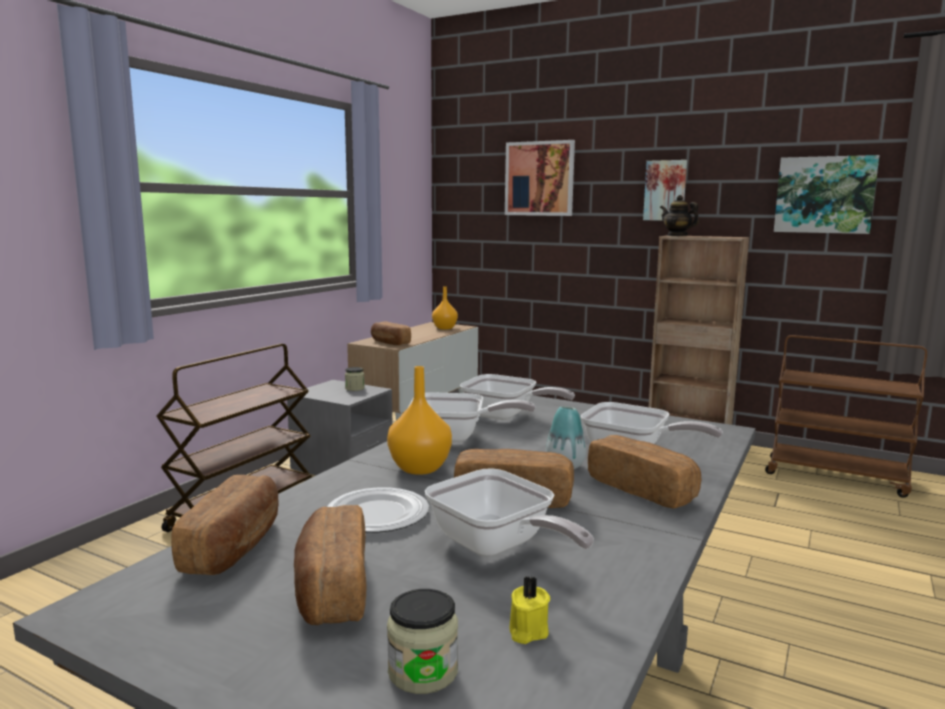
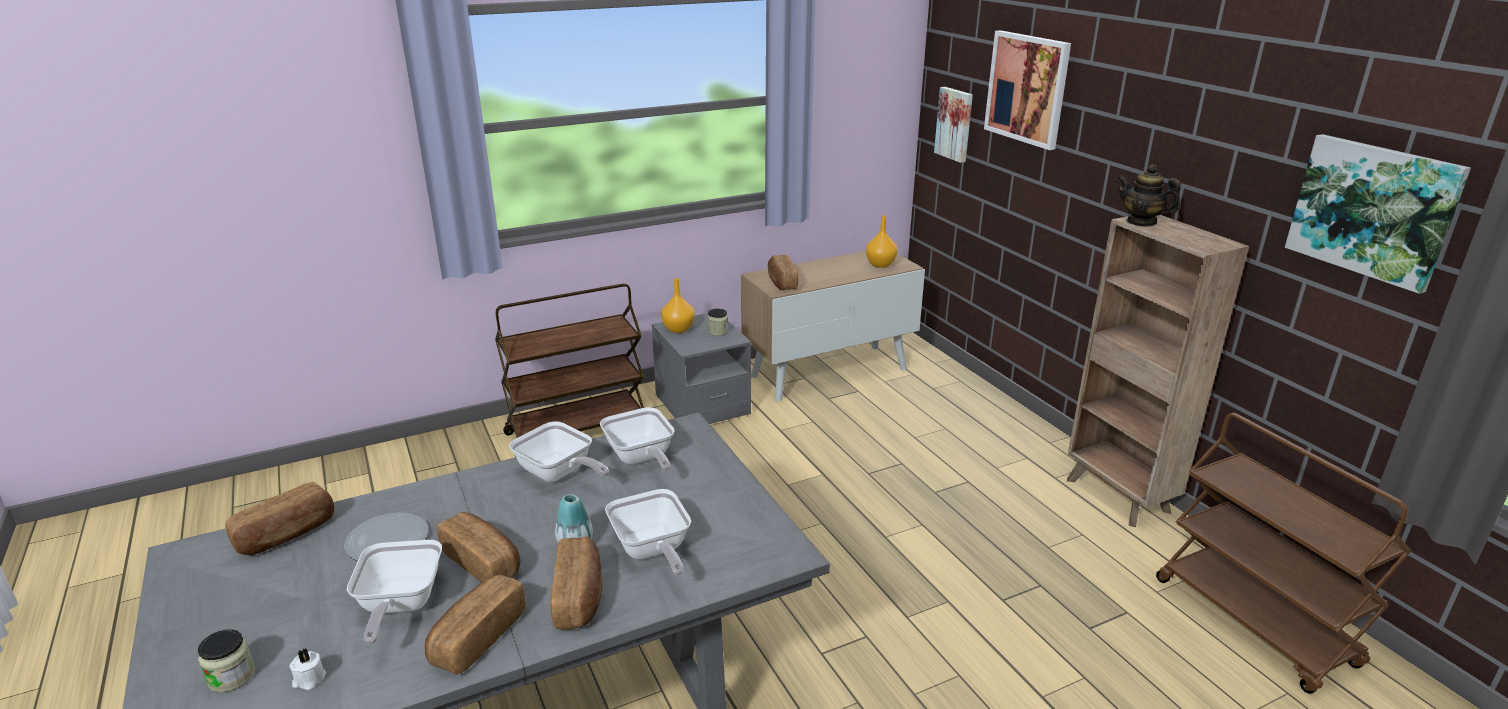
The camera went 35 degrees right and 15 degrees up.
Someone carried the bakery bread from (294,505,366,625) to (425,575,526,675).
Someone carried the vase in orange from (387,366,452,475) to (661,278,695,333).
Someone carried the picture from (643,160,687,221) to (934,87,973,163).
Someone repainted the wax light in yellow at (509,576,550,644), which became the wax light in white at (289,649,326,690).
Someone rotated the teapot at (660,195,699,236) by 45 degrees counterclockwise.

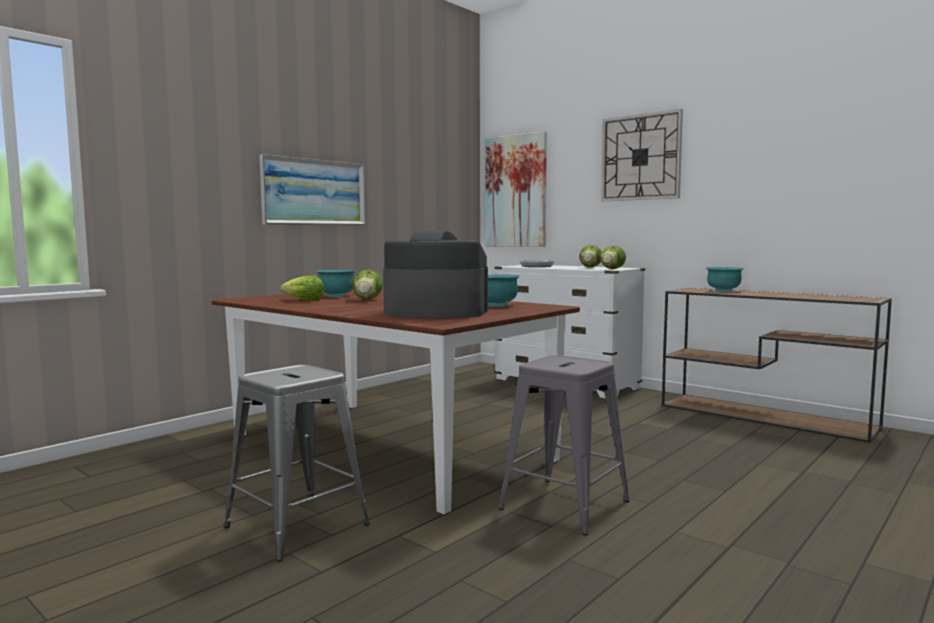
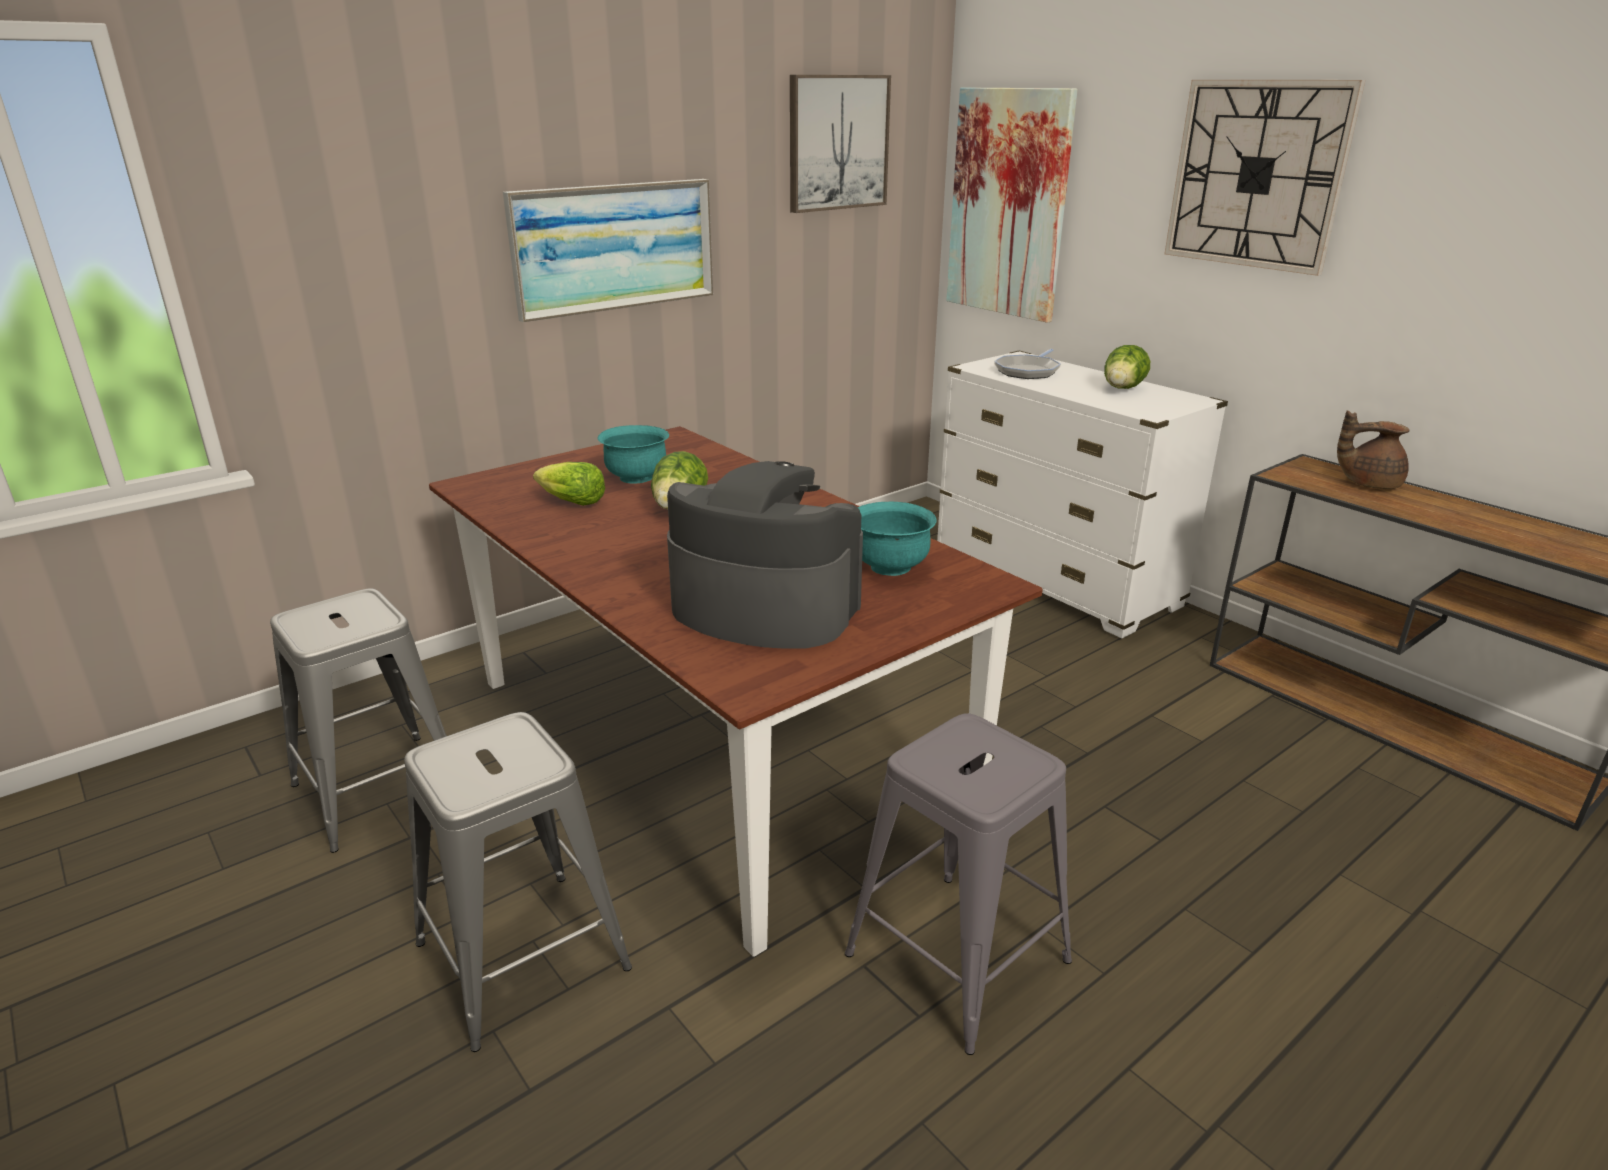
The camera went 10 degrees right and 20 degrees up.
Someone took away the head of lettuce at (600,246,626,269).
Someone put down the stool in greyish at (270,589,446,853).
Someone put up the picture at (790,75,891,213).
Someone swapped the serving bowl in turquoise at (706,267,744,292) for the teapot in brownish at (1337,411,1410,489).

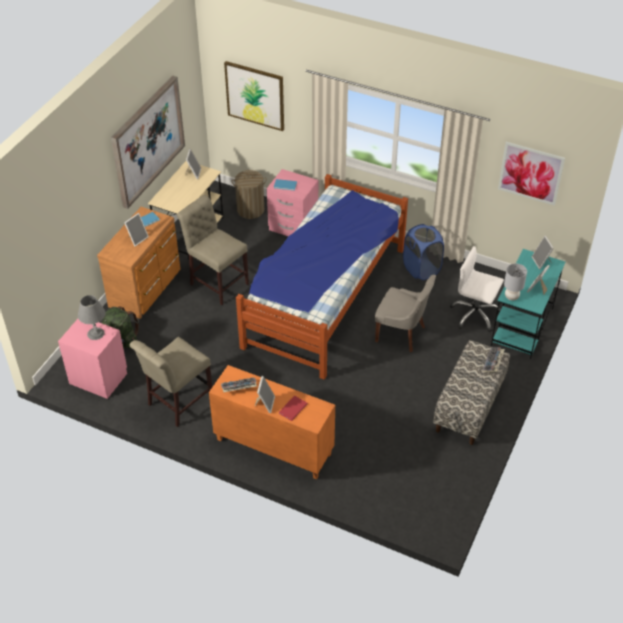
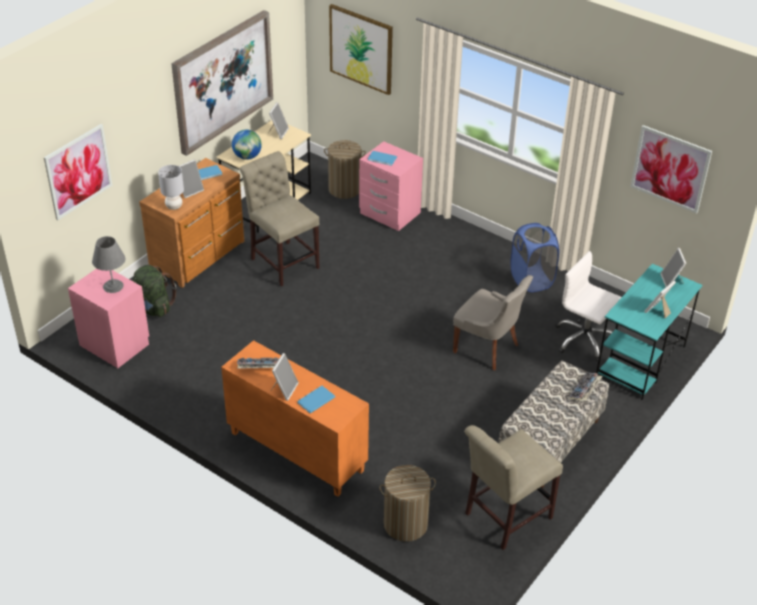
The camera went 10 degrees right and 5 degrees down.
Someone took away the bedroom bed at (236,174,408,380).
Someone put up the picture at (44,124,112,220).
Someone put down the globe at (232,130,262,160).
Someone put down the washing basket at (379,465,436,542).
Someone carried the upright chair in sand-coloured from (130,337,212,427) to (464,425,563,550).
Someone carried the table lamp in greyish from (504,263,527,301) to (158,165,184,210).
Someone repainted the book in red-coloured at (279,396,308,421), which became the book in bluish at (297,386,335,414).

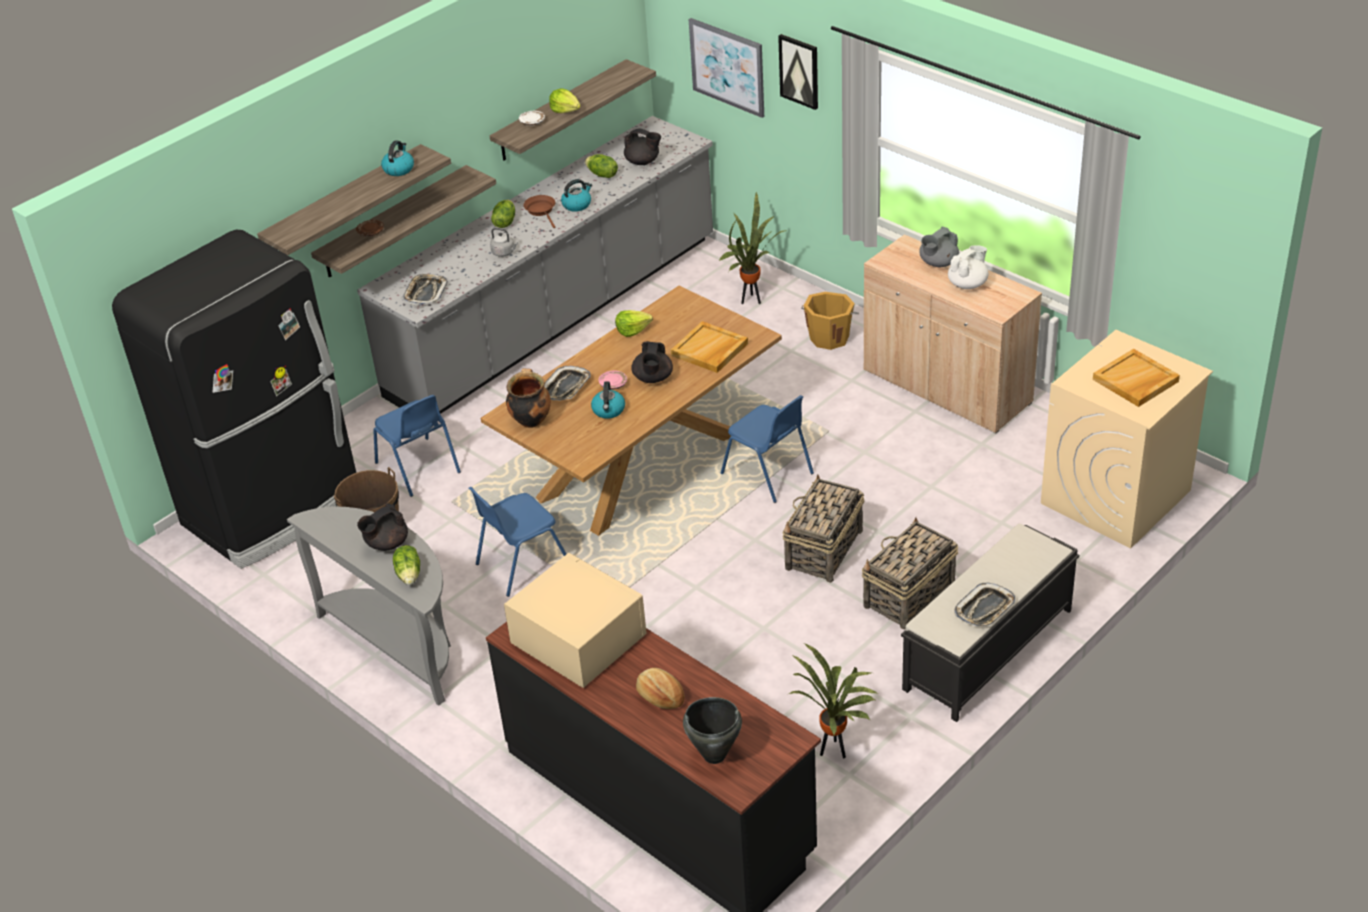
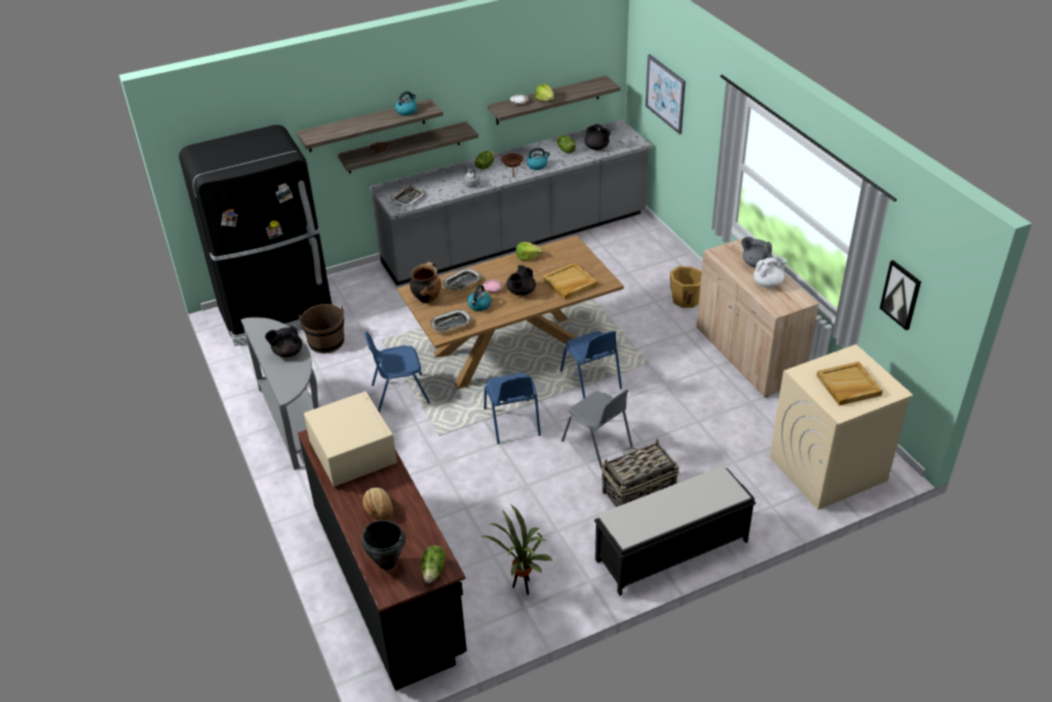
The camera went 20 degrees right and 0 degrees up.
Someone took away the potted plant at (718,192,784,304).
Someone carried the upright chair in bluish from (373,395,461,497) to (484,373,541,444).
Someone carried the head of lettuce from (393,545,420,585) to (421,545,446,583).
Someone carried the picture from (778,34,818,110) to (880,260,921,330).
Someone carried the serving tray from (954,583,1015,626) to (430,309,472,333).
Someone swapped the household basket at (782,474,865,583) for the upright chair in greyish at (561,389,633,468).
Someone rotated the teapot in greyish at (919,227,959,267) by 45 degrees clockwise.

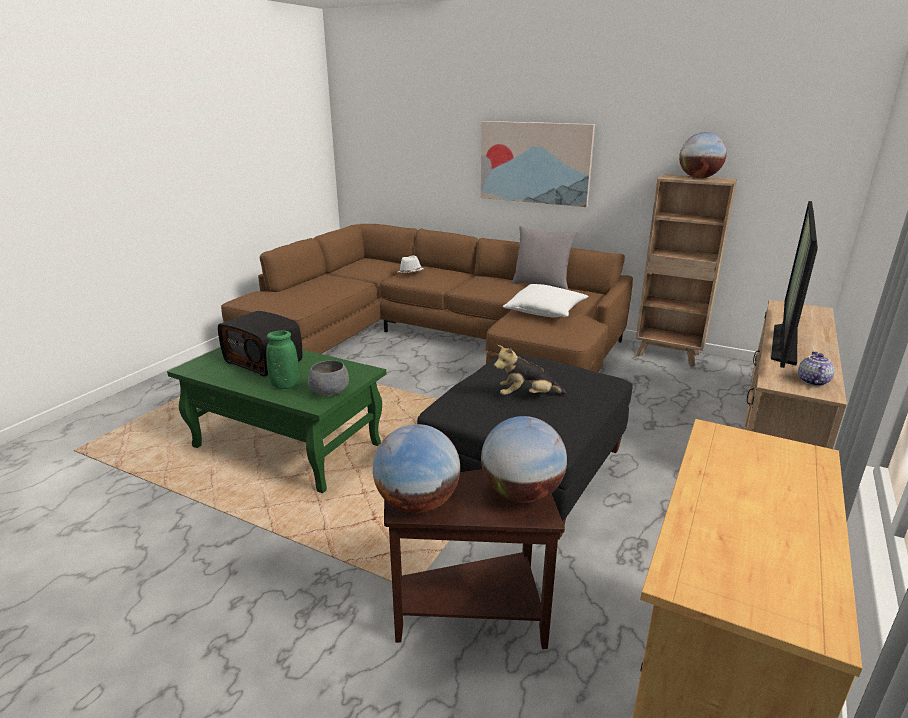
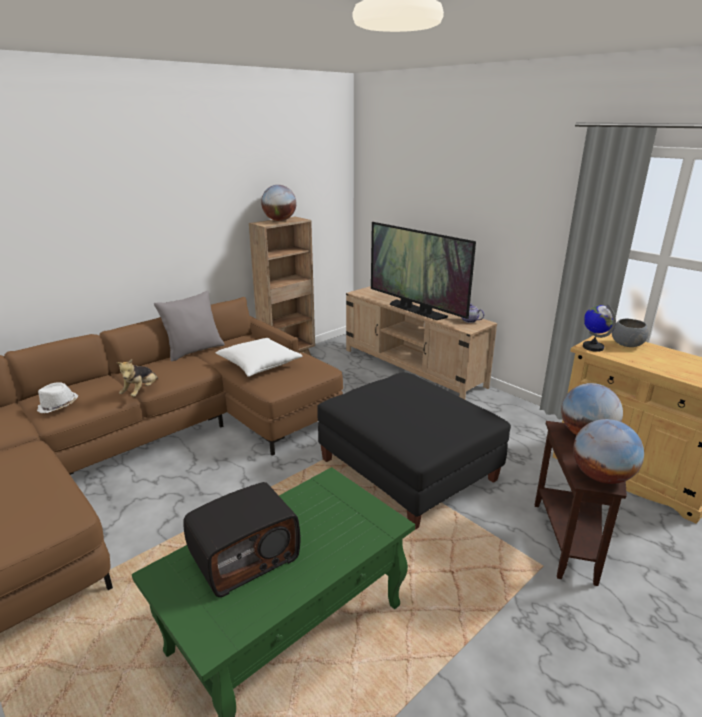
The camera went 70 degrees left and 0 degrees up.
Someone took away the vase in green at (266,331,299,389).
Someone took away the picture at (480,121,595,207).
Someone put down the globe at (583,304,616,352).
Someone carried the serving bowl in greyish from (308,360,349,396) to (612,318,649,347).
Someone carried the cuddly toy from (494,345,566,395) to (117,359,158,397).

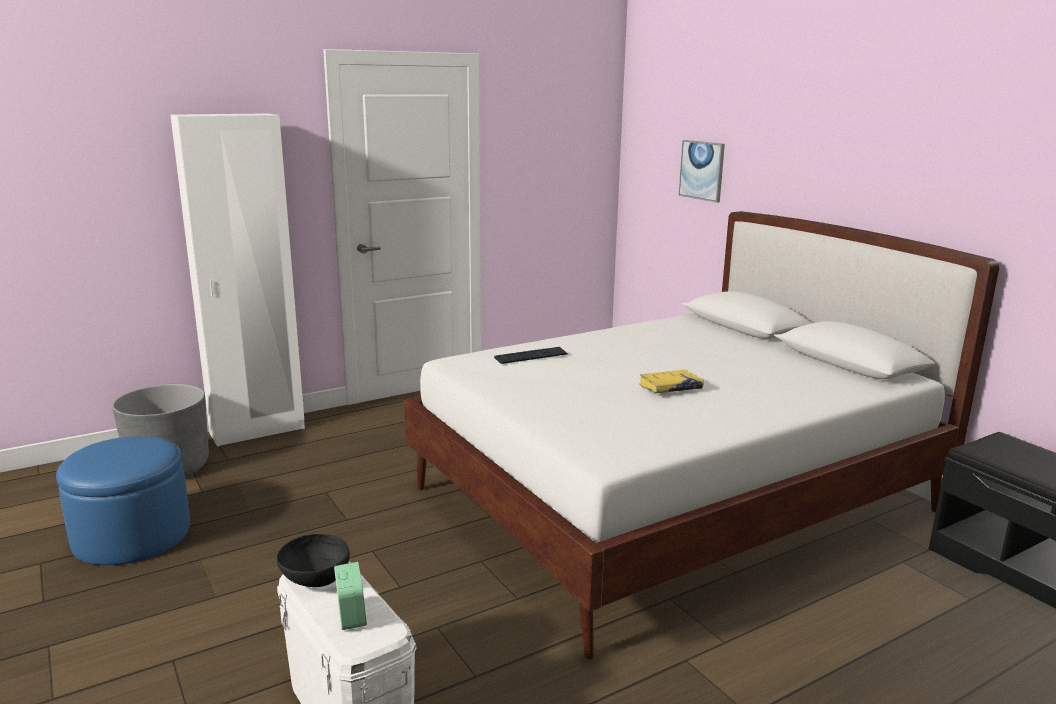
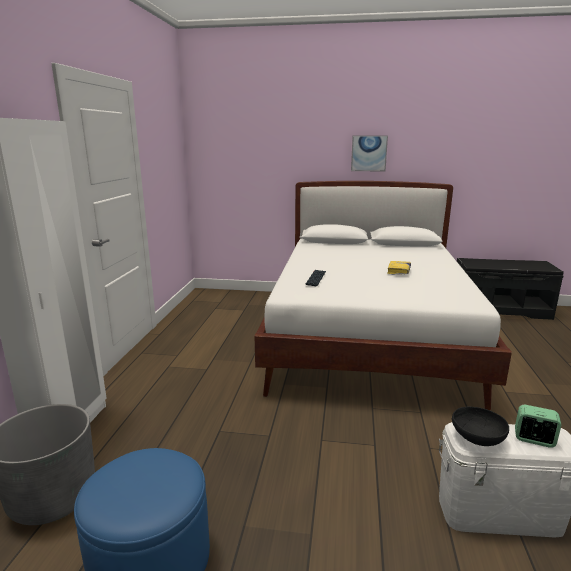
The camera went 50 degrees left and 0 degrees up.
Someone carried the picture from (679,140,725,203) to (351,135,388,172).

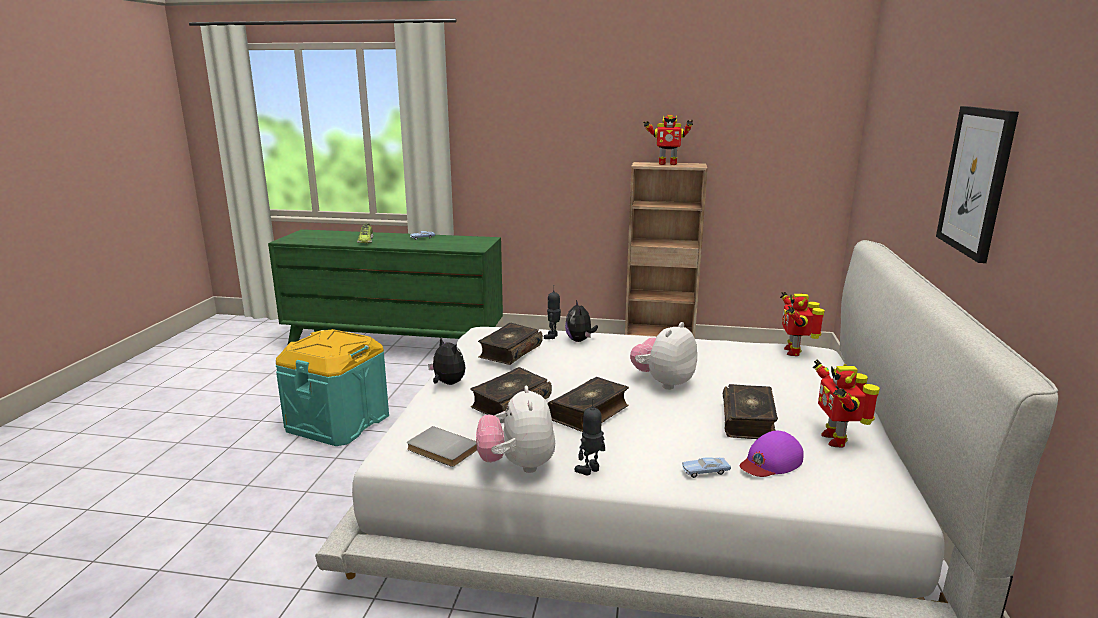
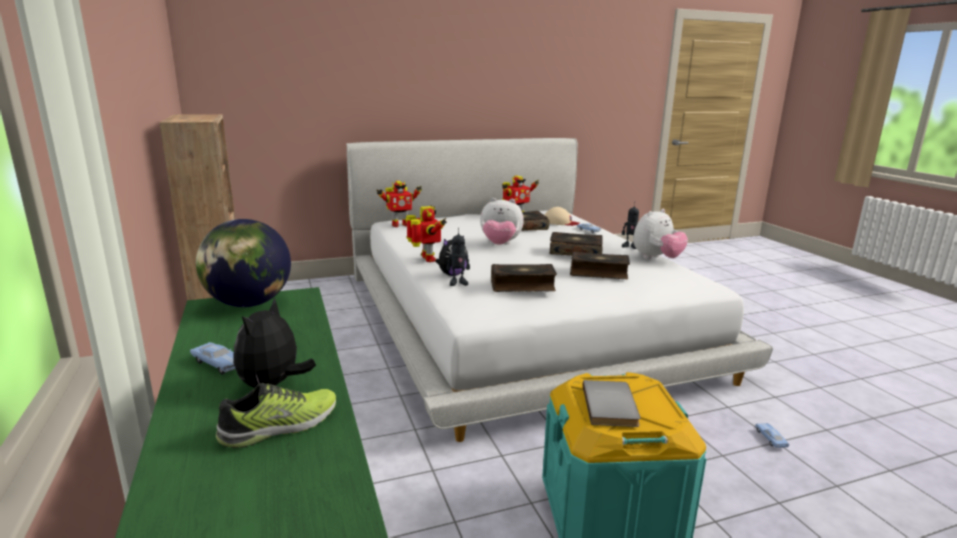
The camera went 120 degrees left and 0 degrees up.
Someone took away the picture at (936,106,1019,263).
Someone put down the globe at (196,219,291,307).
Someone put down the model car in bluish at (755,423,789,448).
Someone carried the book in greyish from (407,426,477,467) to (583,380,640,427).
Someone carried the cuddly toy from (428,338,466,385) to (233,298,316,388).
Someone carried the model robot from (643,115,693,165) to (406,205,447,262).
Someone repainted the baseball cap in purple at (740,431,804,477), which became the baseball cap in sand-coloured at (545,207,580,226).

